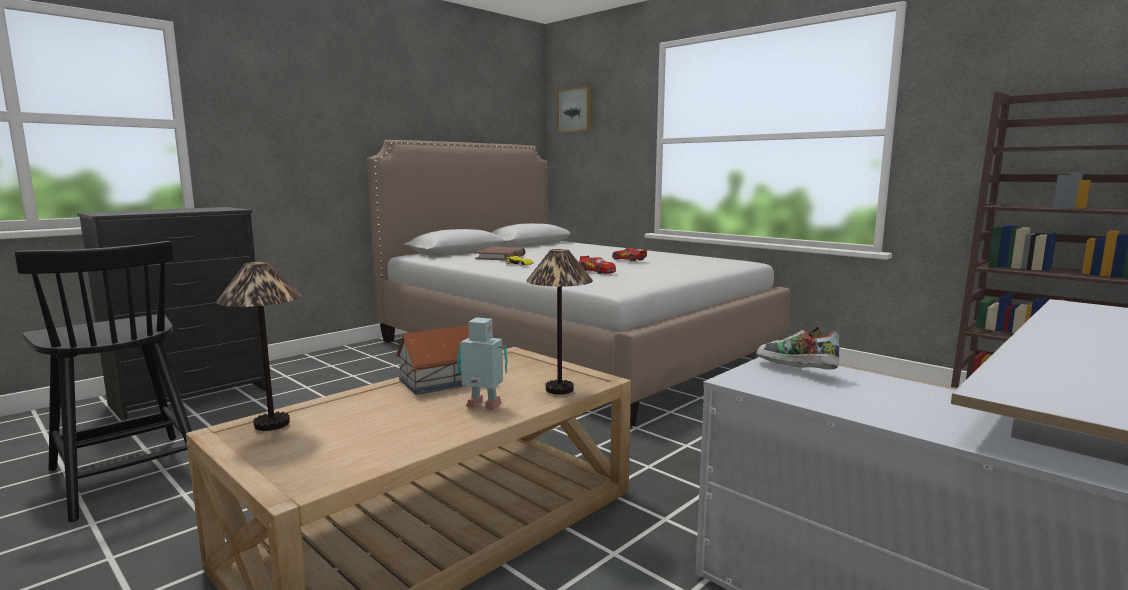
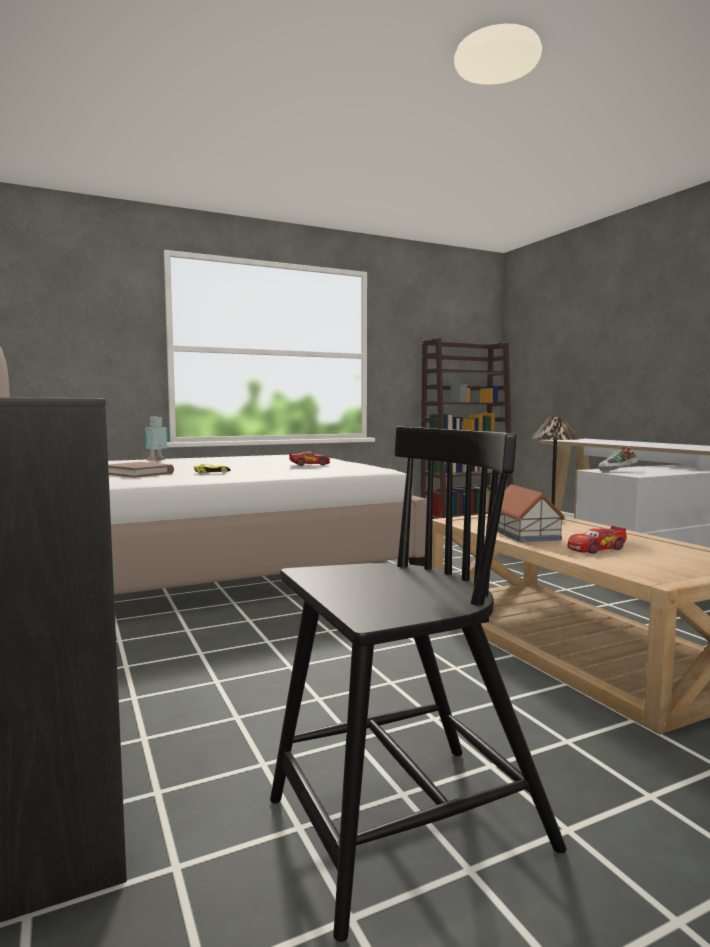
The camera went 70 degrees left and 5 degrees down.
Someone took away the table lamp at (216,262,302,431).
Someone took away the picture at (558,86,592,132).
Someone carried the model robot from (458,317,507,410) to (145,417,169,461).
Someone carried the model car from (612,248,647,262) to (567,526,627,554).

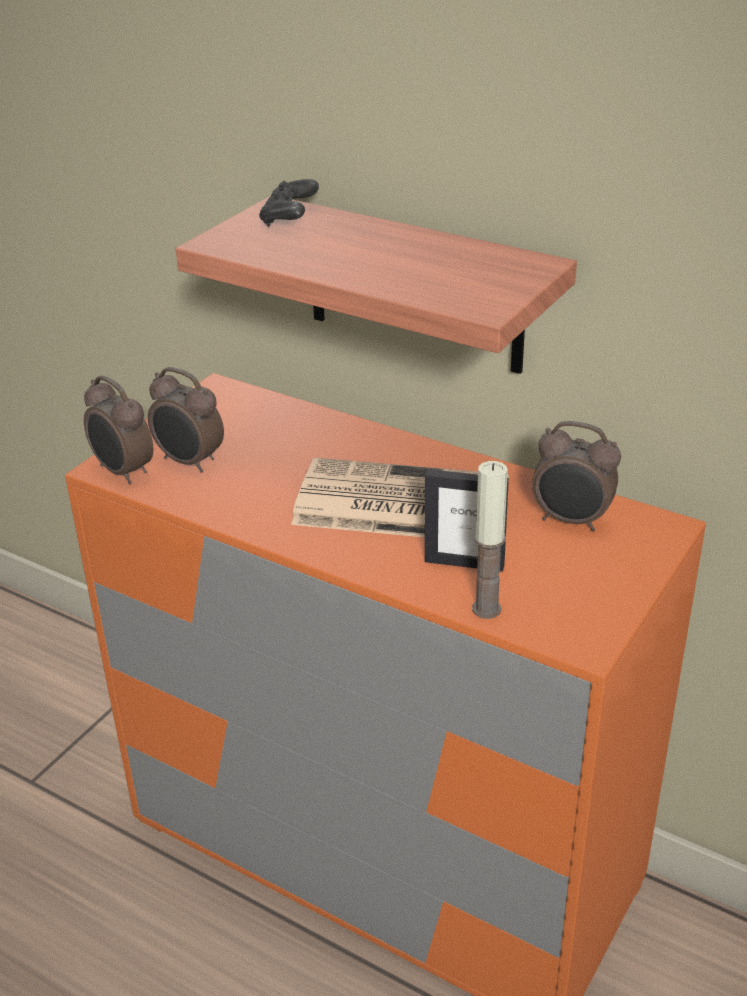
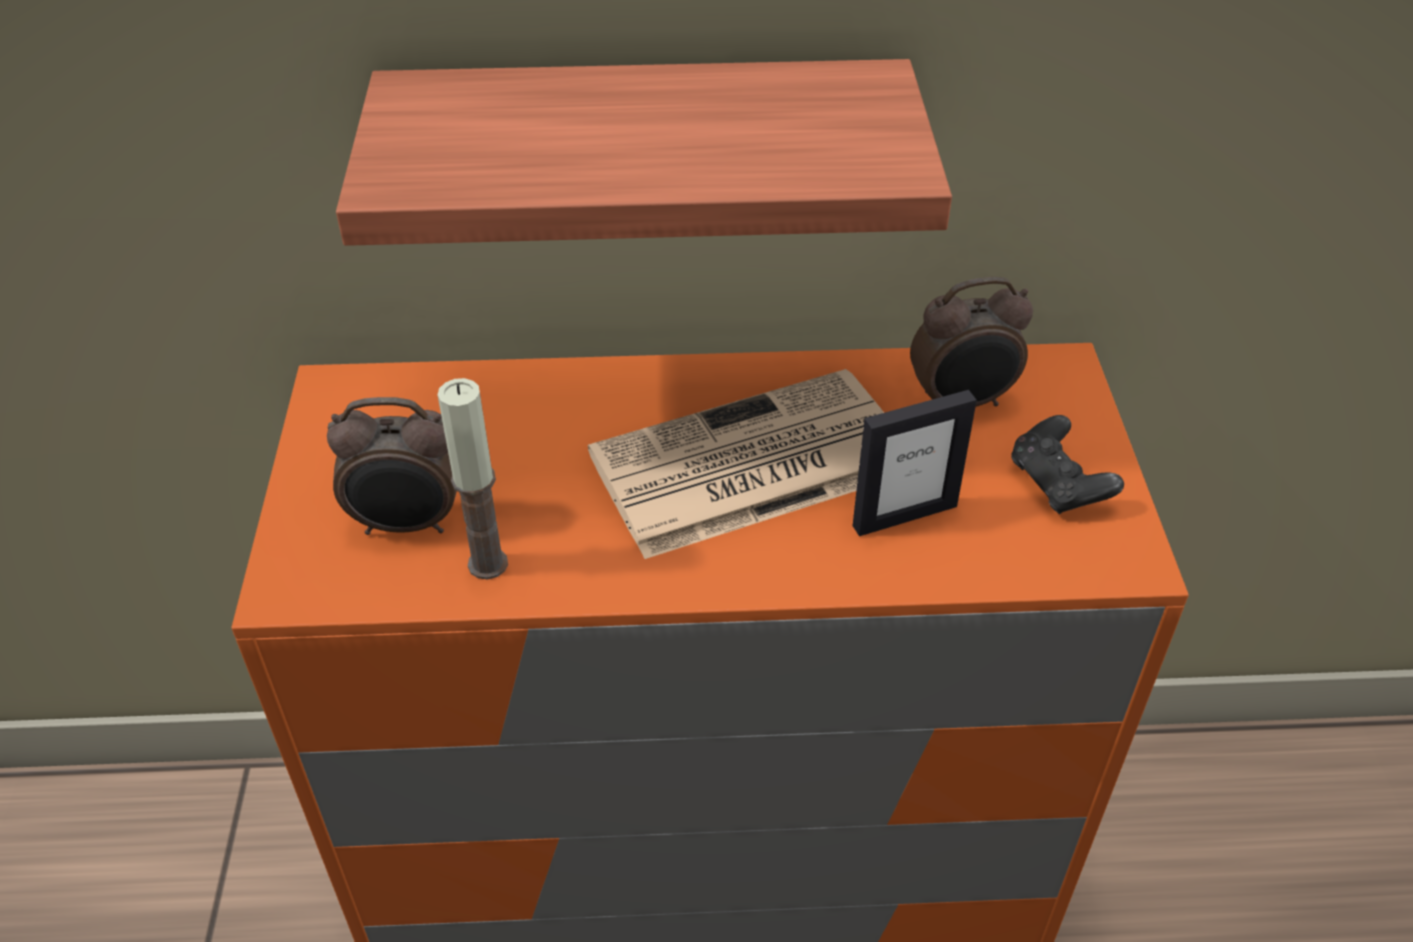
The camera went 35 degrees left and 10 degrees up.
Someone took away the alarm clock at (84,376,153,484).
Someone carried the gamepad in black-coloured from (259,179,319,227) to (1011,415,1124,514).
Someone carried the wax light from (472,461,508,619) to (438,378,508,579).

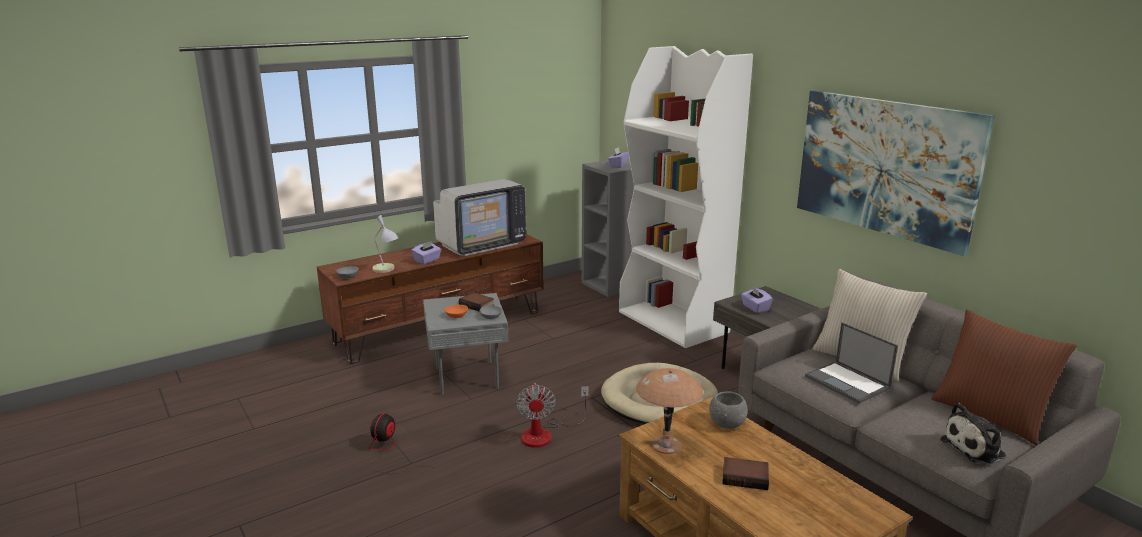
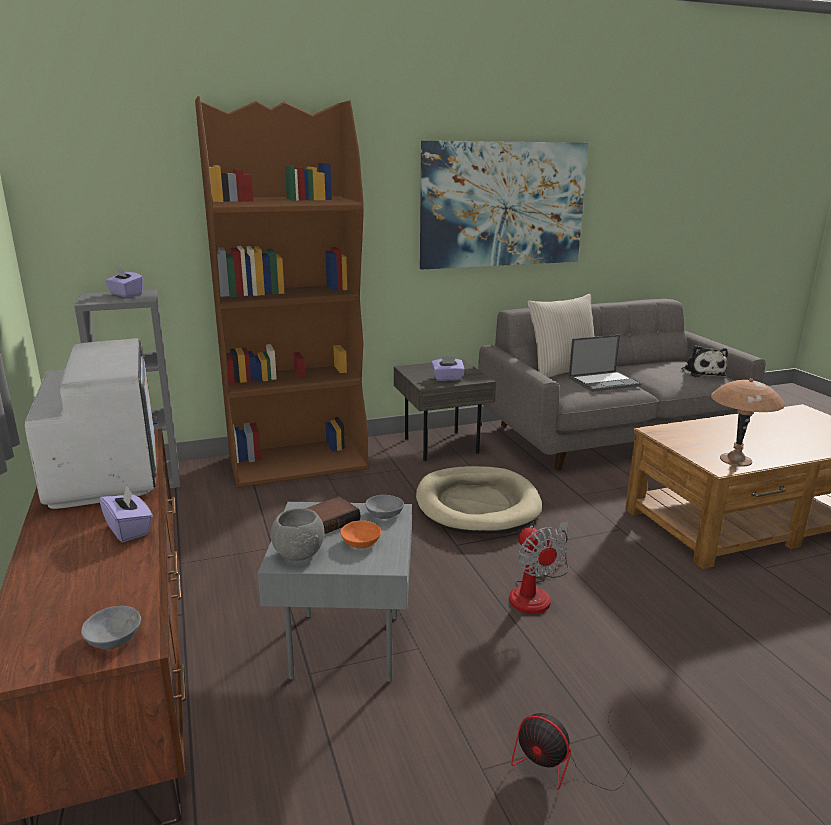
The camera went 75 degrees left and 0 degrees up.
Someone took away the table lamp at (373,215,399,273).
Someone took away the book at (723,457,769,490).
Someone took away the throw pillow in brownish at (931,310,1077,445).
Someone carried the serving bowl in greyish from (709,391,748,429) to (271,508,325,561).
Someone repainted the bookshelf in white at (619,46,753,348), which became the bookshelf in brownish at (195,96,368,488).
Someone rotated the electric fan at (516,383,589,448) by 60 degrees clockwise.

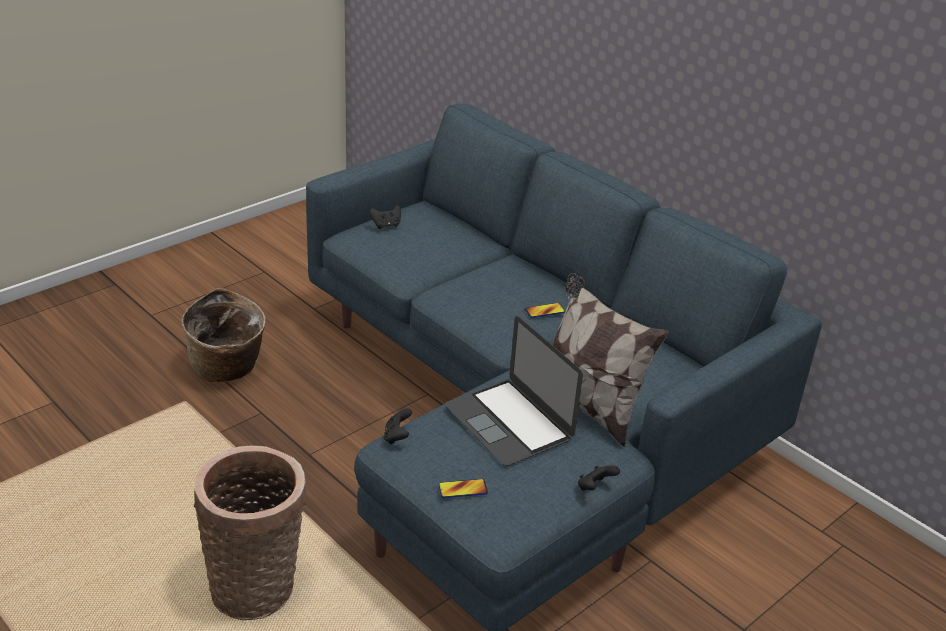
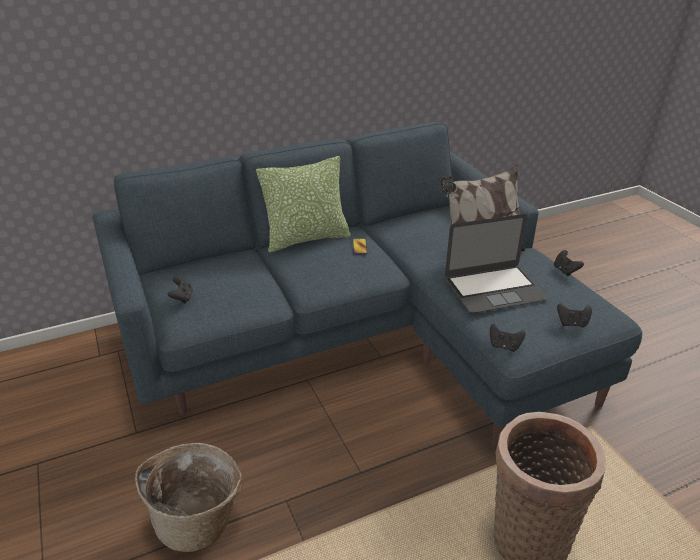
The camera went 70 degrees left and 0 degrees up.
Someone put down the throw pillow at (256,156,351,252).
Someone swapped the handset at (438,479,488,498) for the gamepad in black-coloured at (557,303,592,328).

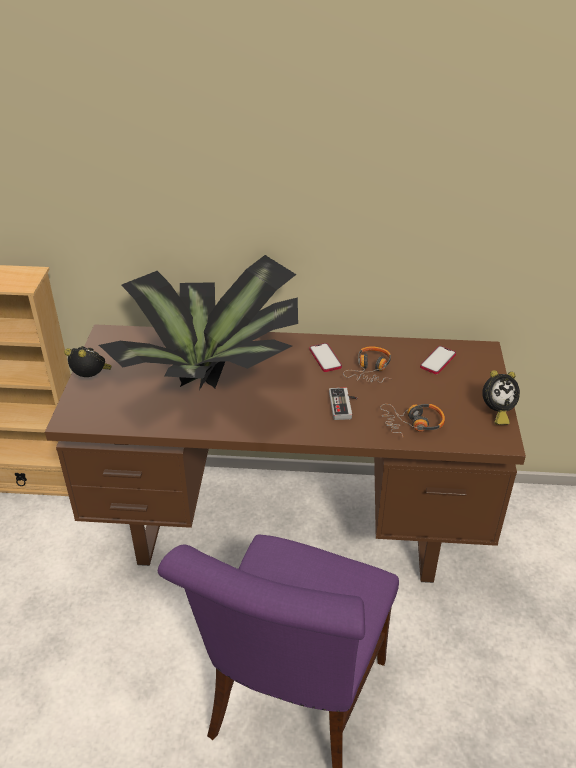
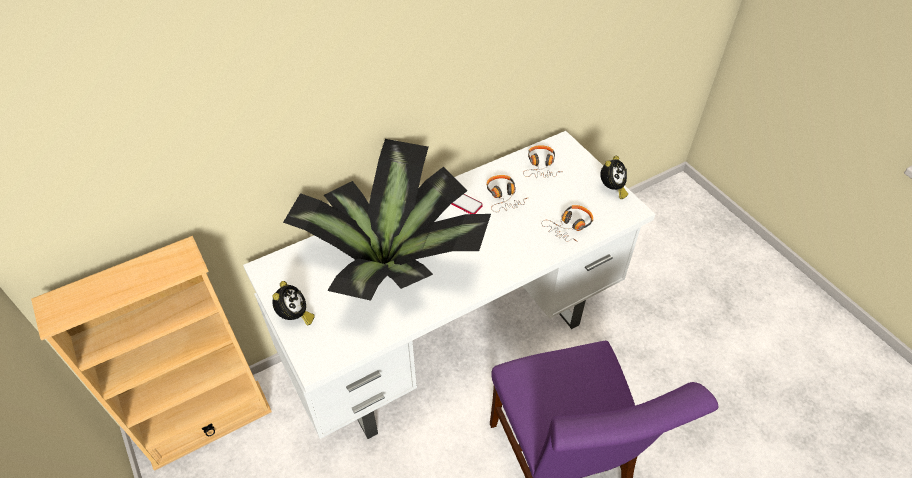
The camera went 35 degrees left and 10 degrees up.
Someone took away the gamepad at (329,387,357,420).
Someone swapped the handset at (420,346,456,374) for the headphones at (523,146,561,178).
Someone repainted the desk in brownish at (45,324,526,583), which became the desk in white at (243,131,655,439).
Someone rotated the alarm clock at (64,346,112,377) by 105 degrees clockwise.

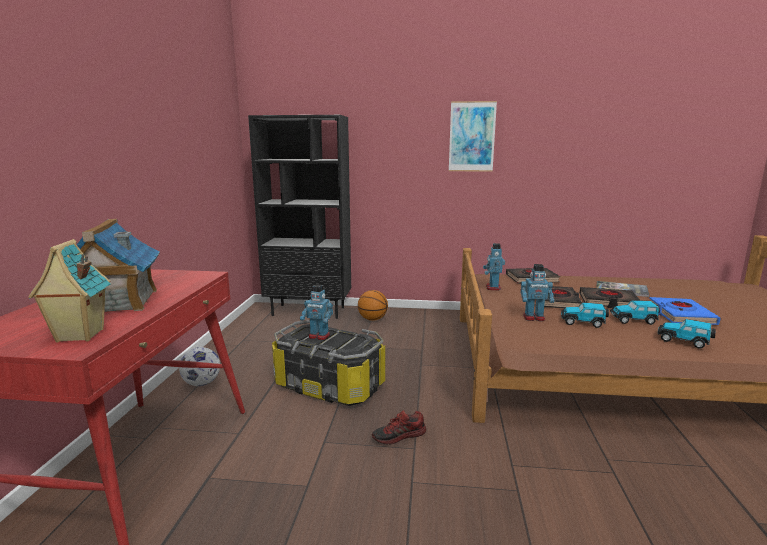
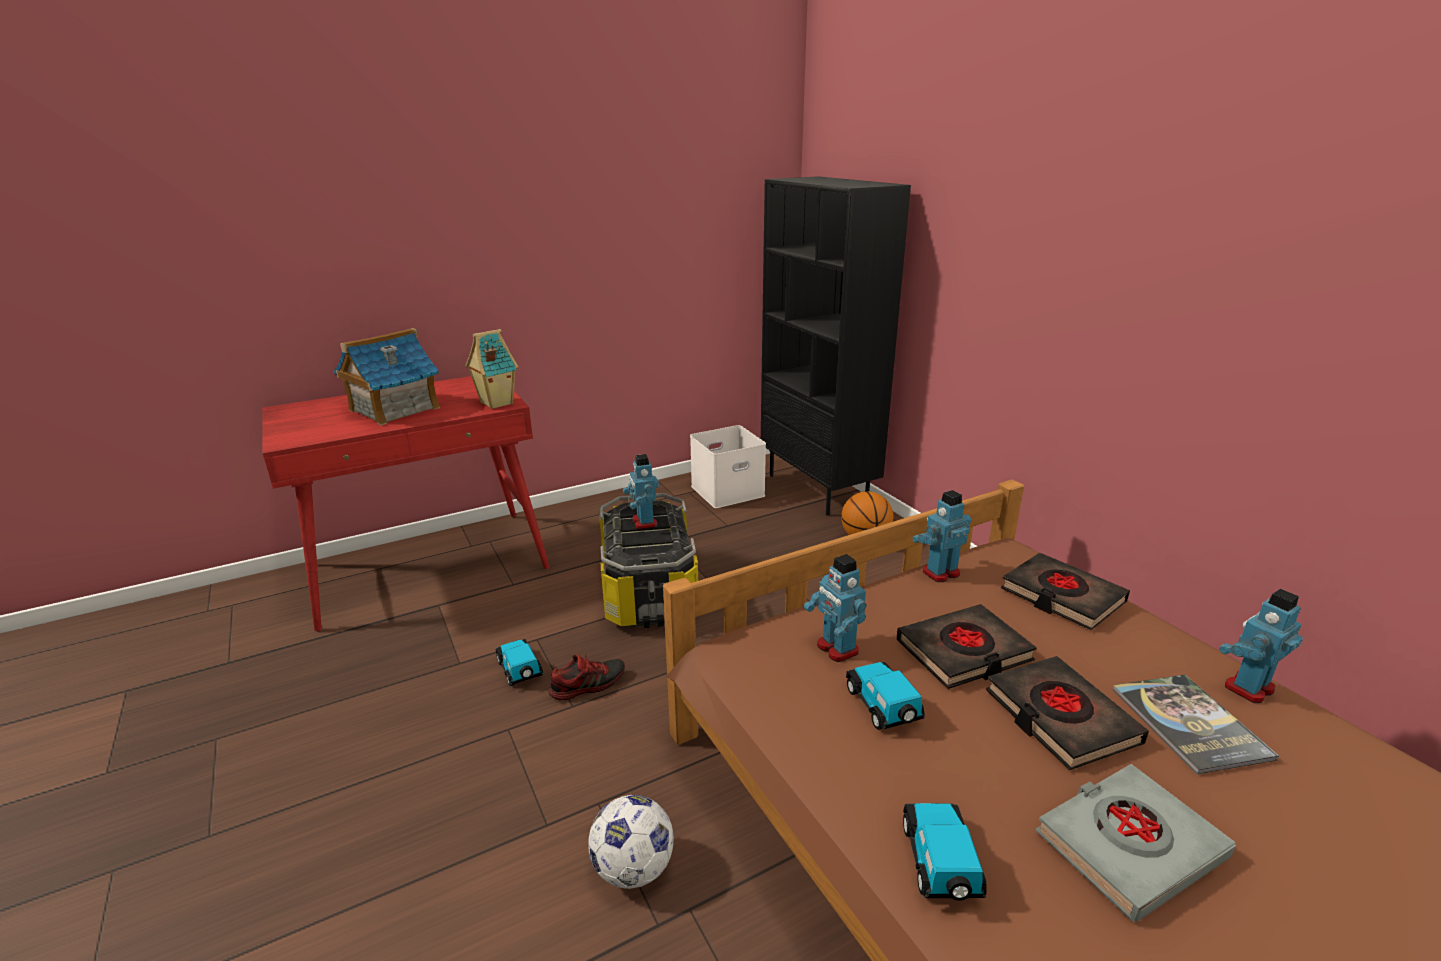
The camera went 55 degrees right and 10 degrees up.
Someone took away the picture at (449,101,497,172).
Someone put down the storage bin in white at (690,425,766,508).
Someone put down the model robot at (1219,589,1303,703).
Someone carried the miniature house from (28,239,111,343) to (466,329,518,409).
Someone carried the ball for football from (179,347,220,386) to (588,795,673,889).
Someone carried the model car from (610,300,660,325) to (496,639,543,686).
Someone repainted the book in bluish at (649,297,721,325), which became the book in greyish at (1035,764,1236,922).
Someone rotated the item of footwear at (372,410,426,445) by 120 degrees clockwise.

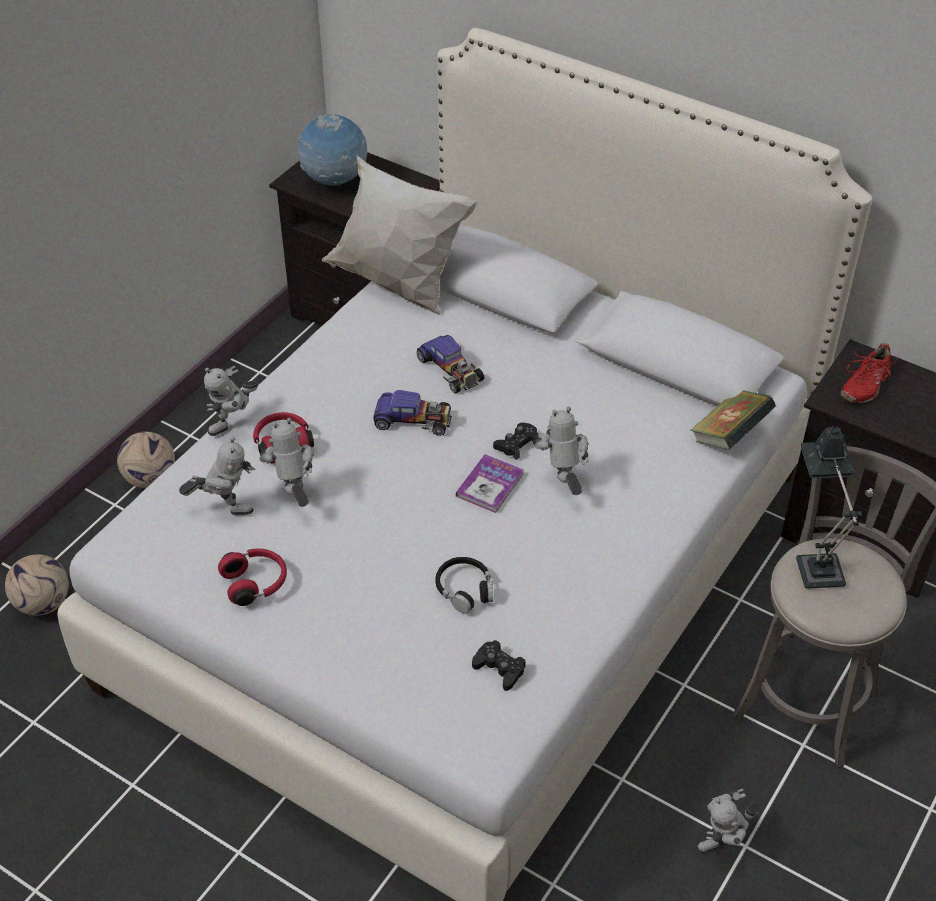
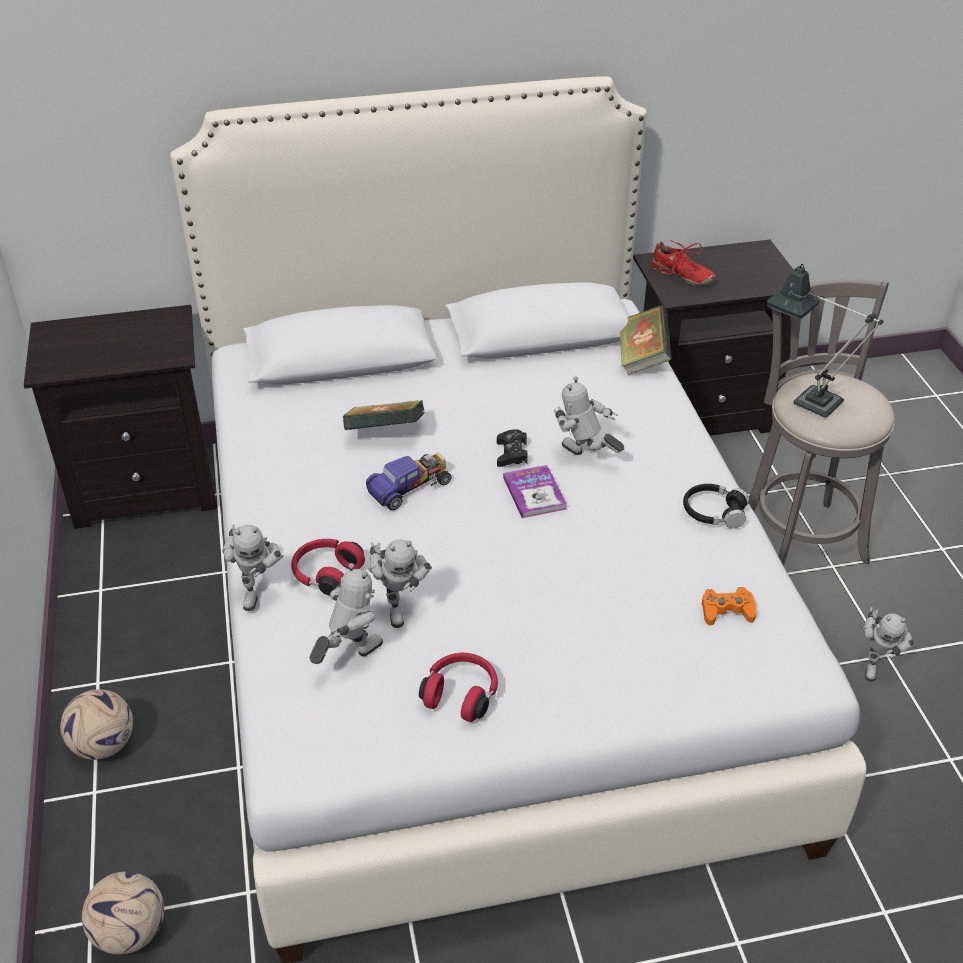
The camera went 45 degrees left and 5 degrees down.
Someone took away the globe at (298,114,367,186).
Someone took away the throw pillow in white at (322,155,479,315).
Someone carried the headphones in black-coloured from (435,557,493,614) to (683,484,749,529).
Someone swapped the model car at (417,335,484,393) for the book at (343,400,425,430).
Someone repainted the gamepad in black-coloured at (472,640,526,691), which became the gamepad in orange at (702,587,757,625).
Someone rotated the model robot at (260,418,314,507) by 135 degrees counterclockwise.
Someone rotated the item of footwear in red-coloured at (841,343,899,403) by 45 degrees counterclockwise.

